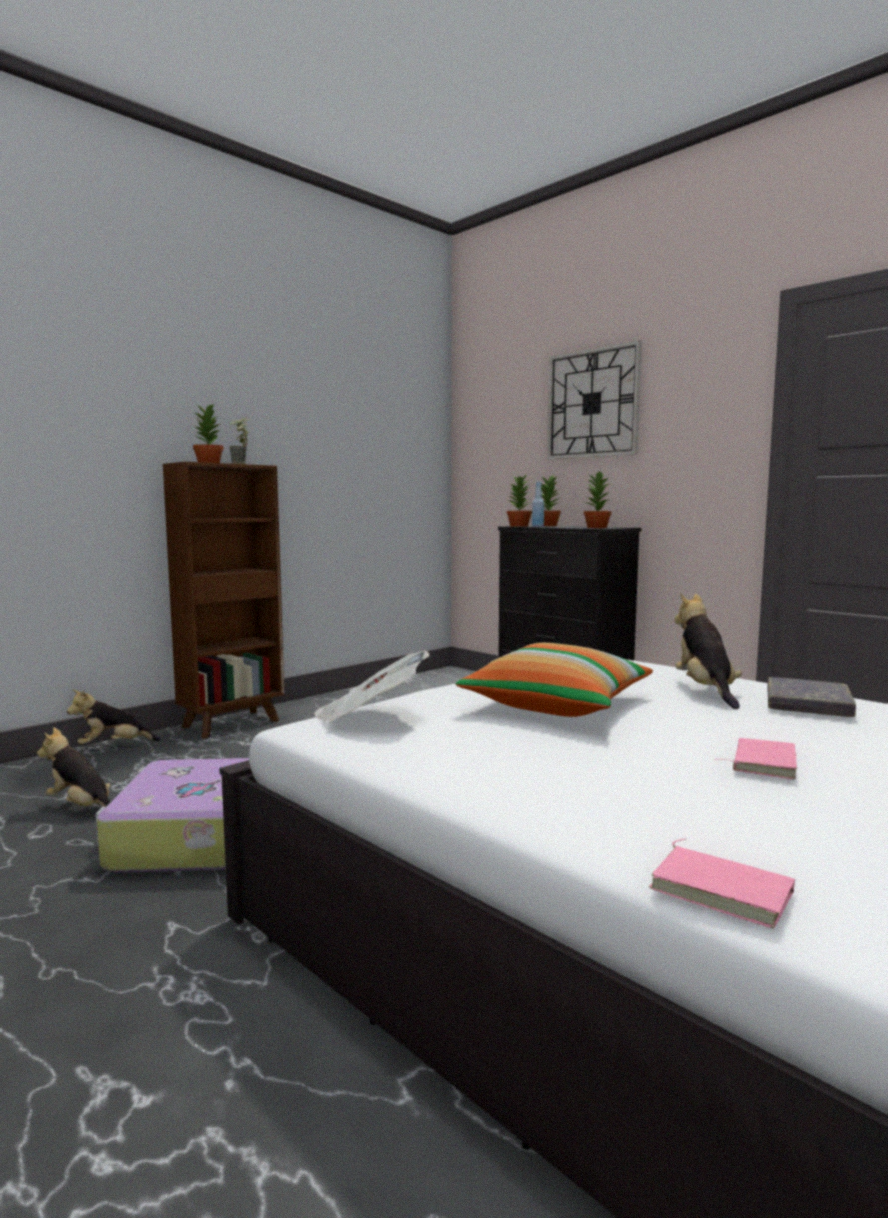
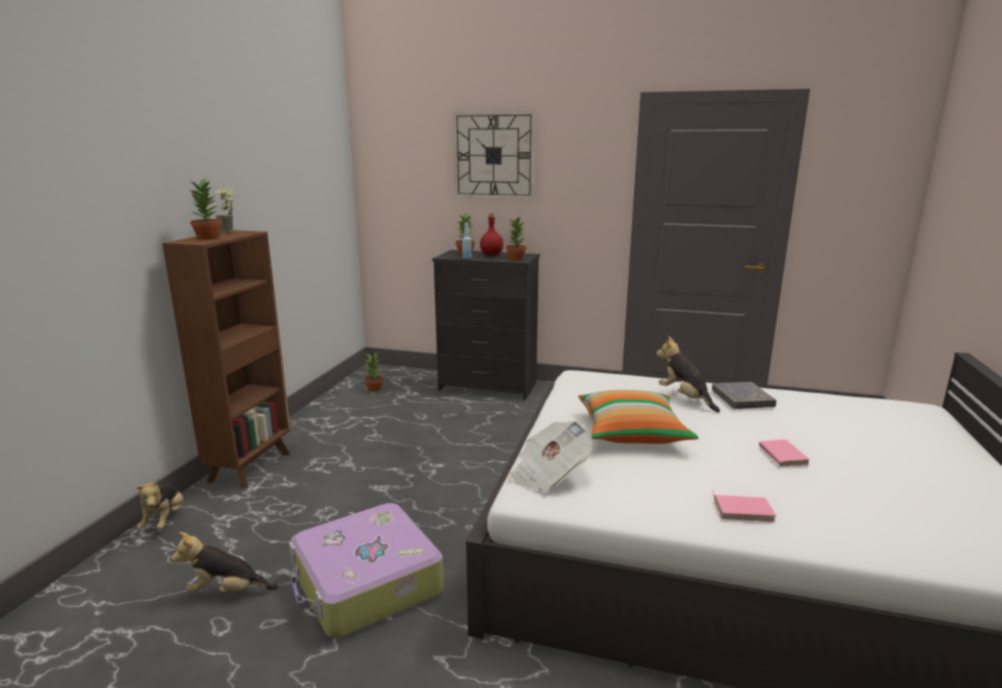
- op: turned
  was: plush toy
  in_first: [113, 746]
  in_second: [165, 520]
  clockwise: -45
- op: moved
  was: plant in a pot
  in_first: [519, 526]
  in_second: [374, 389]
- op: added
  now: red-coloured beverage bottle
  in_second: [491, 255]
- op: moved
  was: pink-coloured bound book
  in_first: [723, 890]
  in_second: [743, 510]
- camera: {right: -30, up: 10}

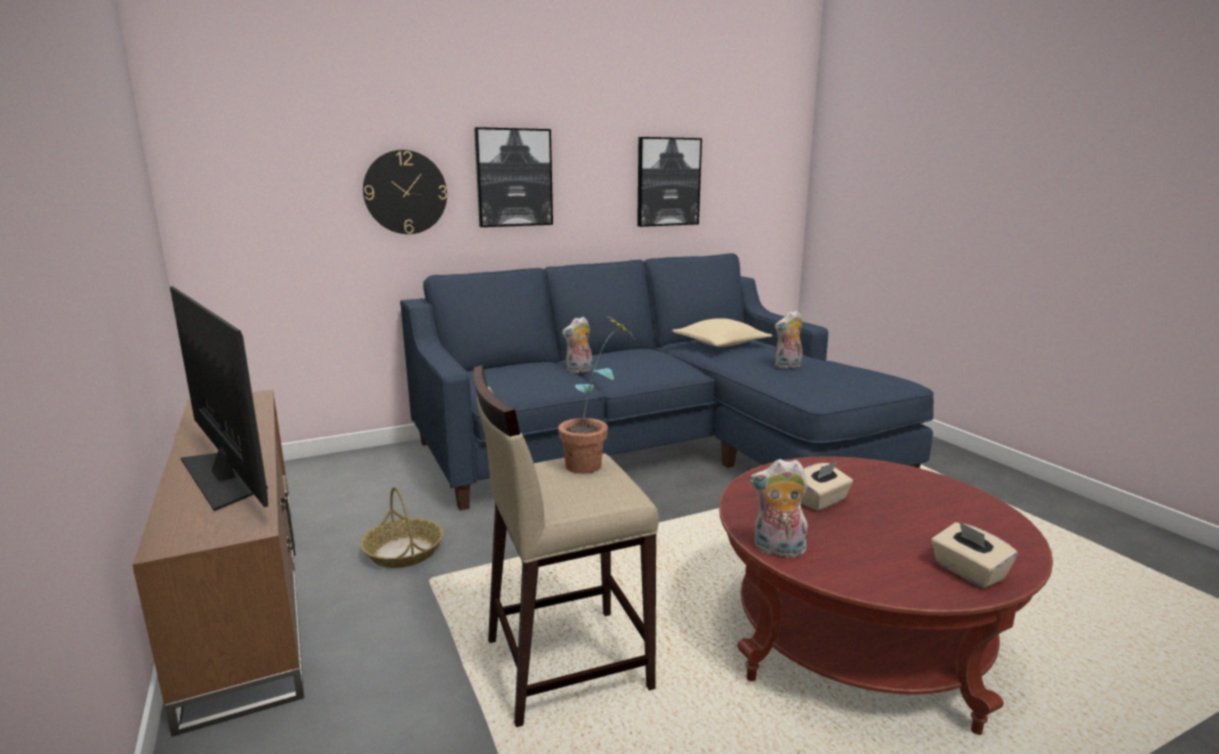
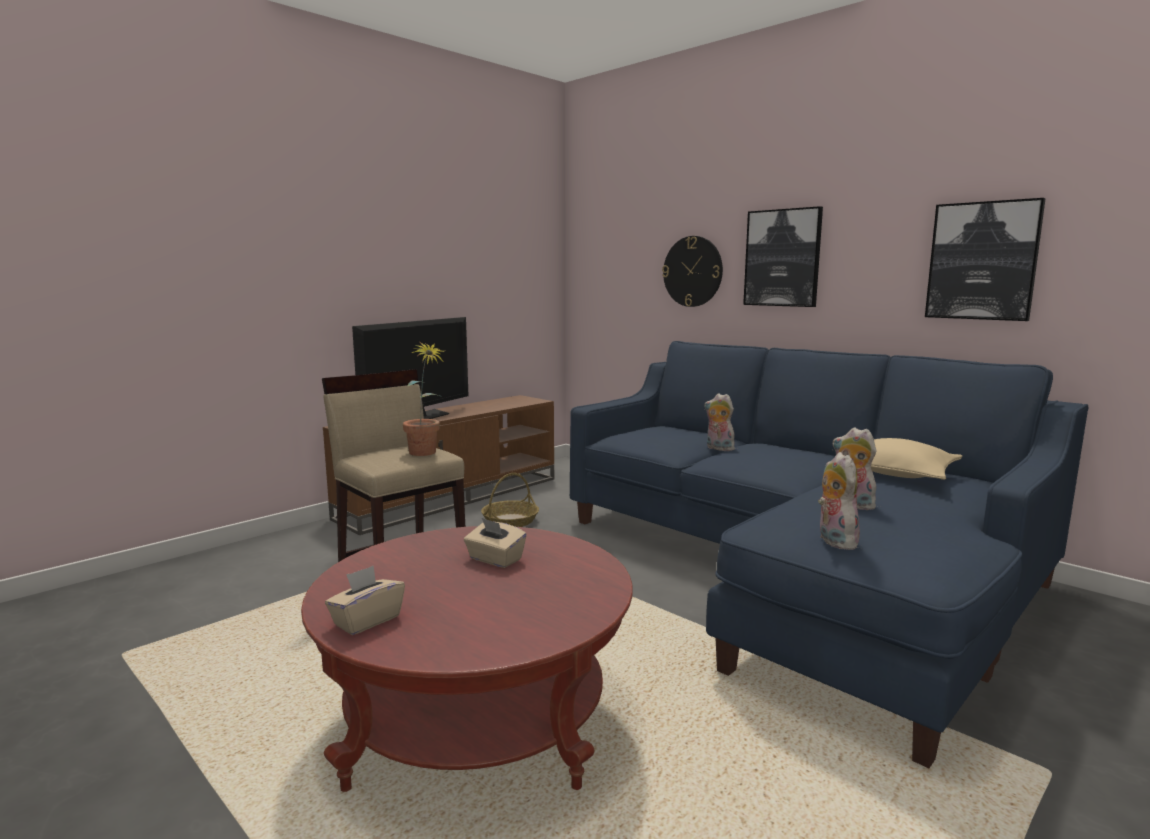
- op: moved
  was: plush toy
  in_first: [777, 550]
  in_second: [833, 541]
- camera: {right: 70, up: -5}

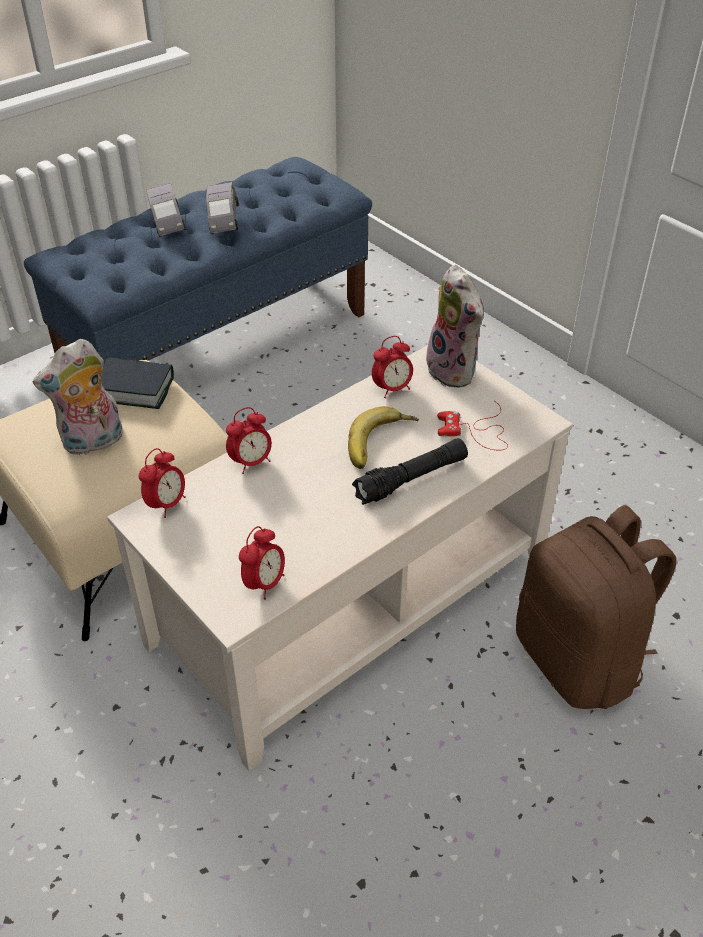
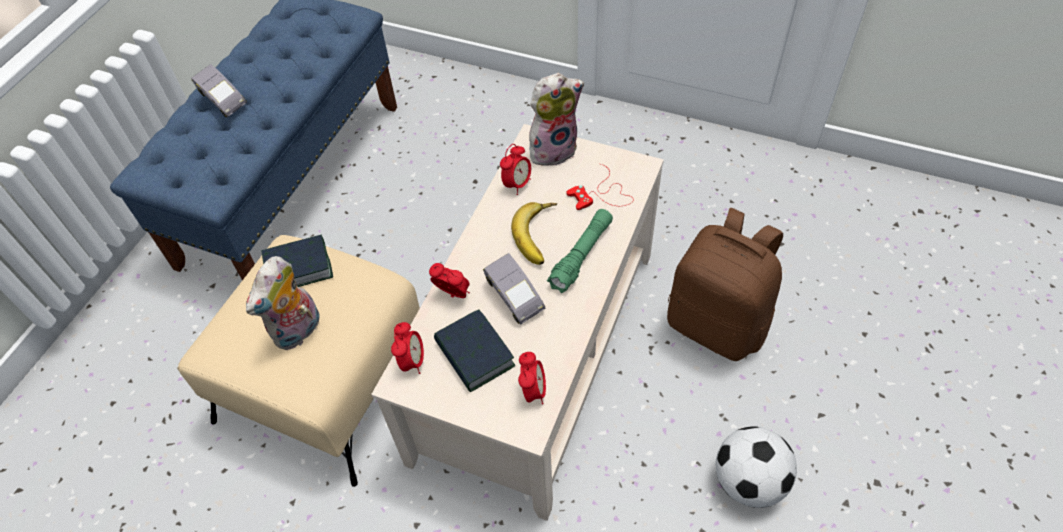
- op: turned
  was: alarm clock
  in_first: [251, 462]
  in_second: [453, 295]
  clockwise: -90
- op: added
  now: bound book
  in_second: [474, 355]
- op: moved
  was: gray toy car
  in_first: [223, 221]
  in_second: [513, 297]
- op: turned
  was: plush toy
  in_first: [455, 371]
  in_second: [553, 149]
  clockwise: -60
- op: recoloured
  was: black-coloured flashlight
  now: green-coloured flashlight
  in_first: [411, 479]
  in_second: [581, 255]
- op: added
  now: football ball
  in_second: [749, 481]
- camera: {right: -25, up: 10}

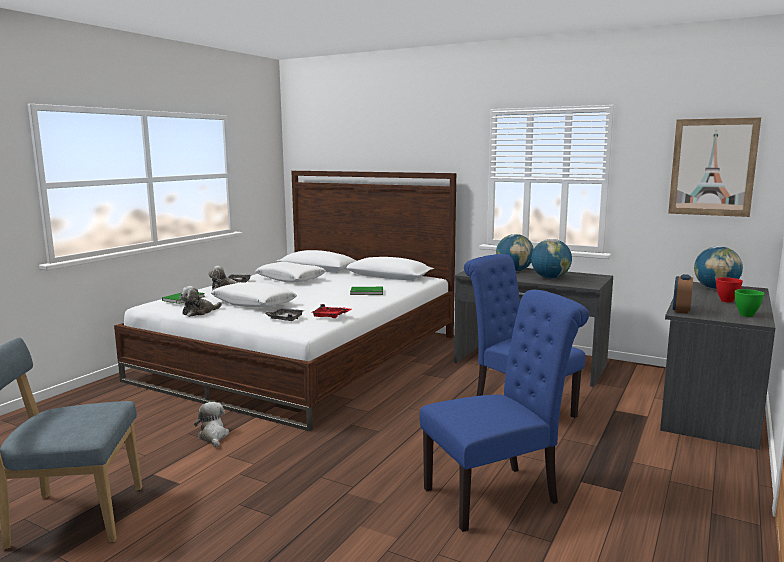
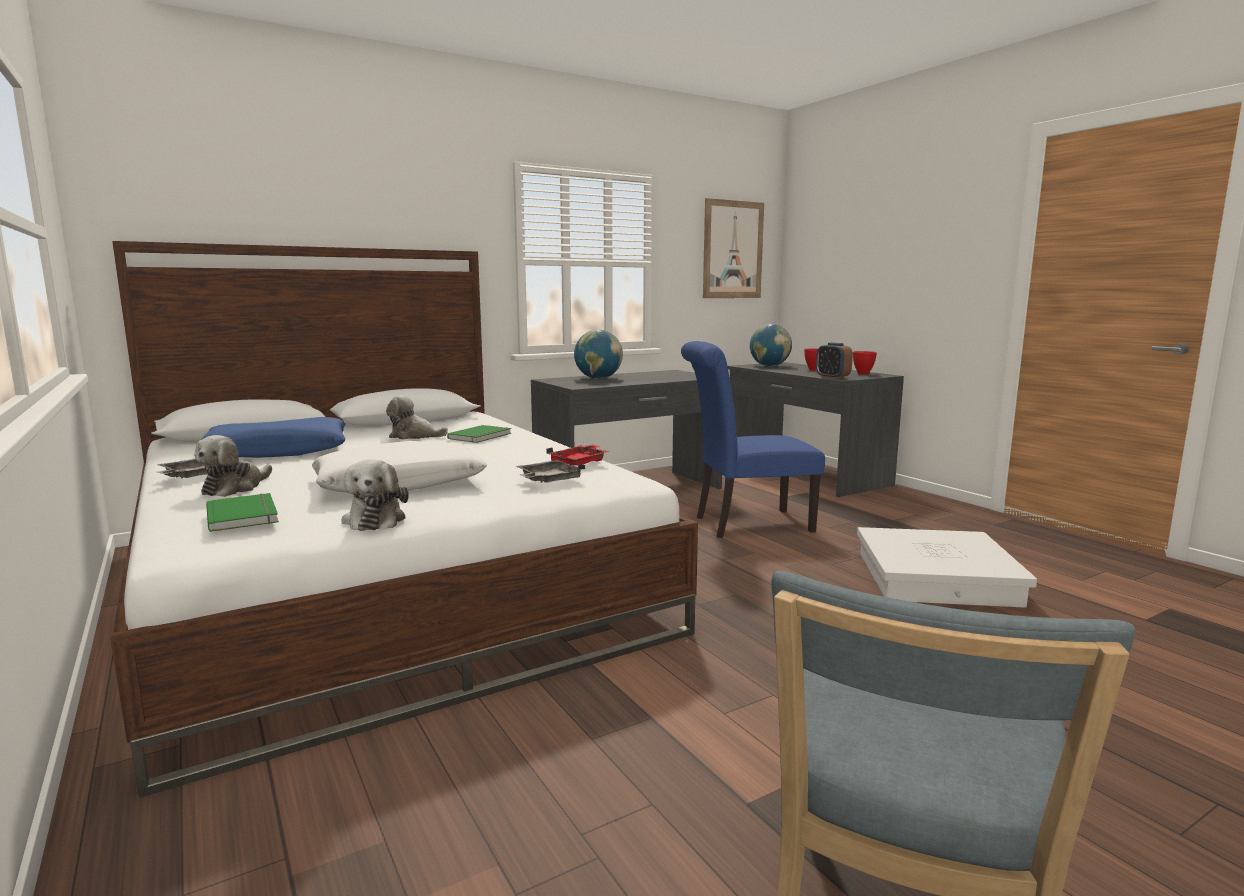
- op: recoloured
  was: white pillow
  now: blue pillow
  in_first: [290, 279]
  in_second: [277, 452]
- op: moved
  was: plush toy
  in_first: [213, 436]
  in_second: [414, 436]
- op: recoloured
  was: green-coloured deep dish
  now: red-coloured deep dish
  in_first: [745, 315]
  in_second: [862, 373]
- op: replaced
  was: blue upright chair
  now: white storage container
  in_first: [498, 494]
  in_second: [936, 578]
- op: removed
  was: globe
  in_first: [550, 278]
- camera: {right: -60, up: 0}

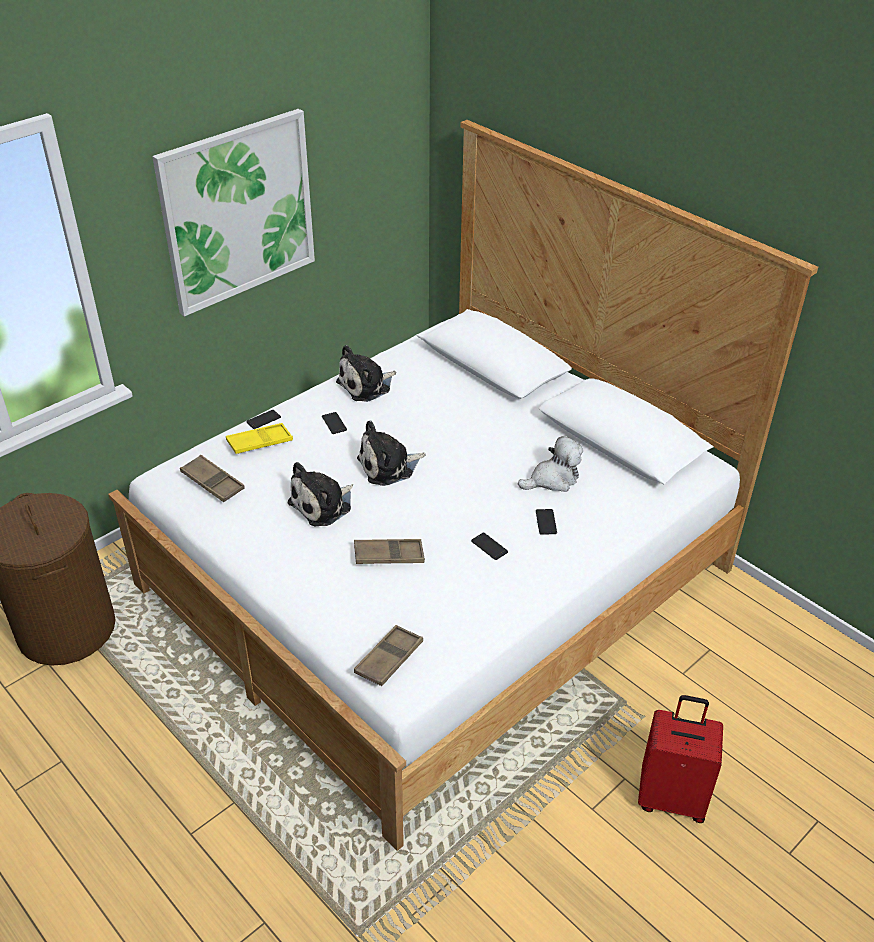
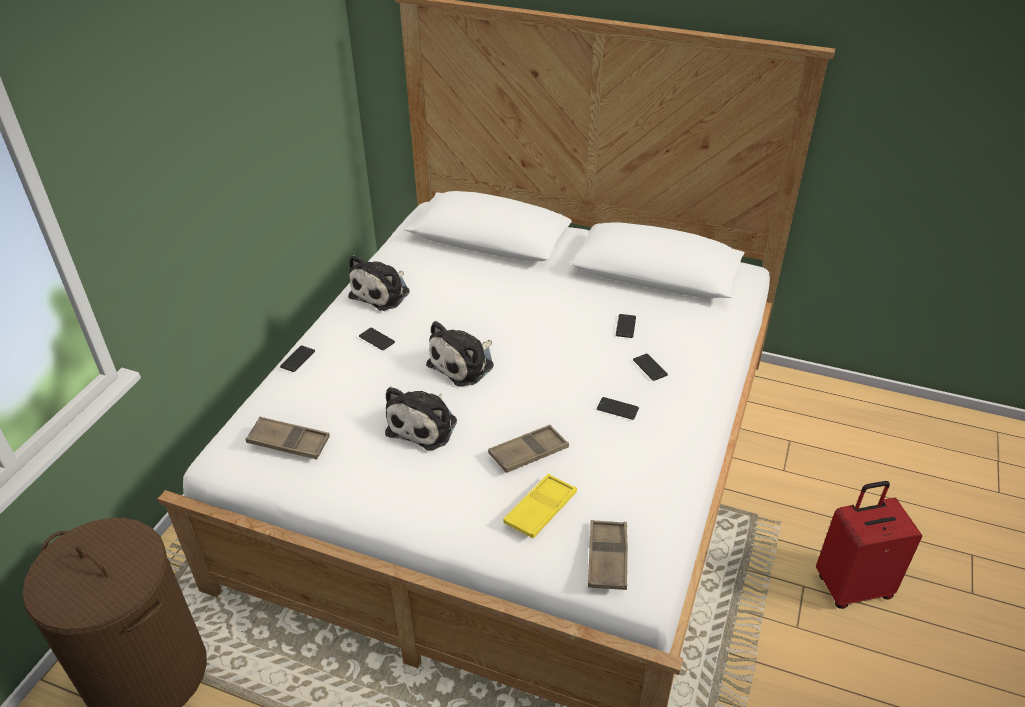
- op: moved
  was: yellow-coloured tray
  in_first: [260, 442]
  in_second: [540, 510]
- op: replaced
  was: plush toy
  now: handset
  in_first: [552, 479]
  in_second: [625, 326]
- op: removed
  was: wall picture
  in_first: [238, 211]
- camera: {right: -25, up: 0}

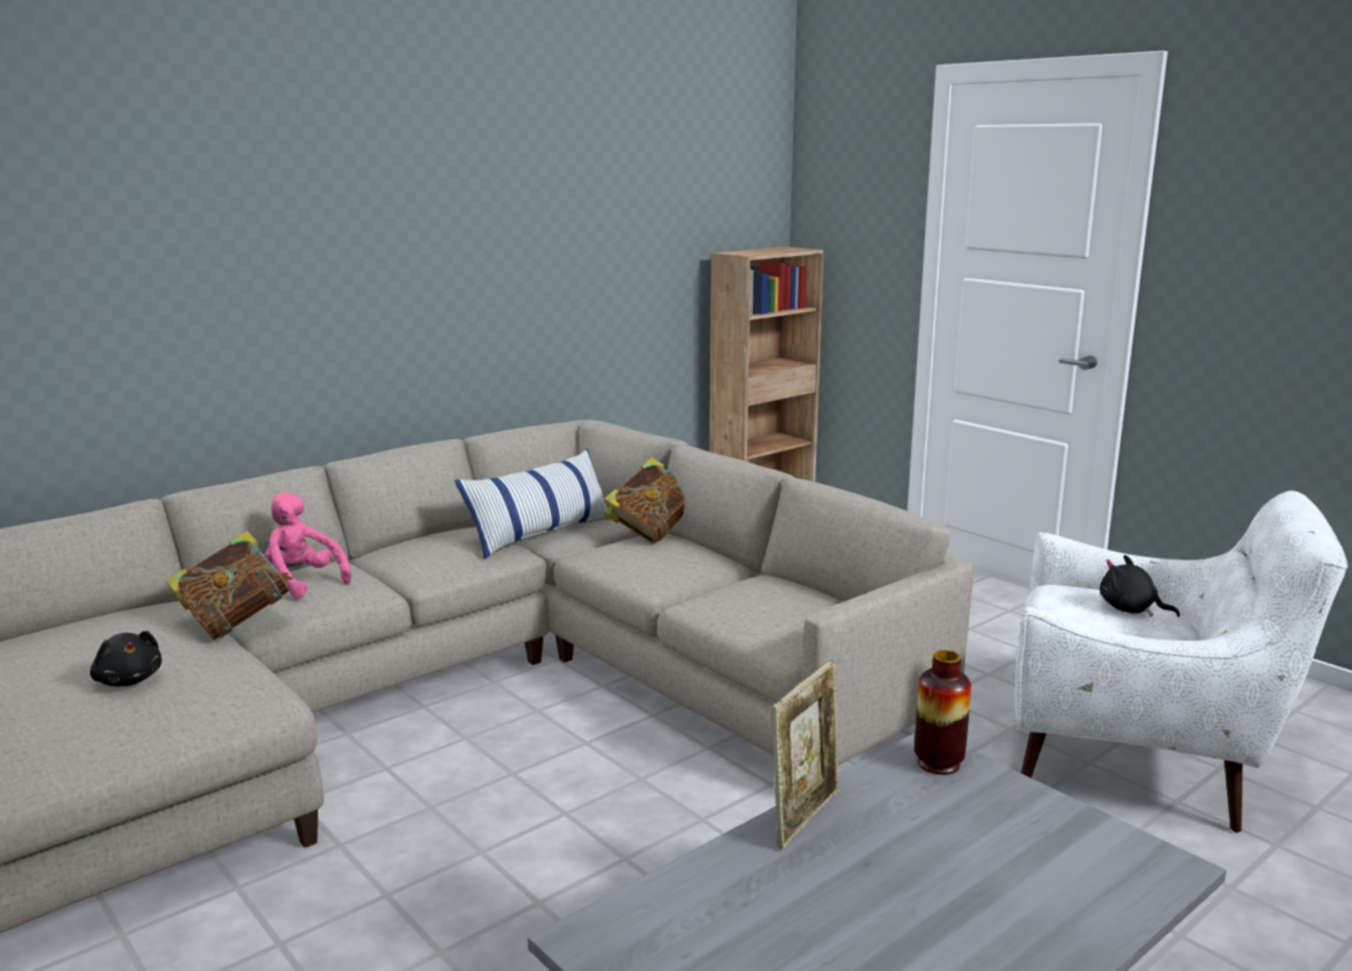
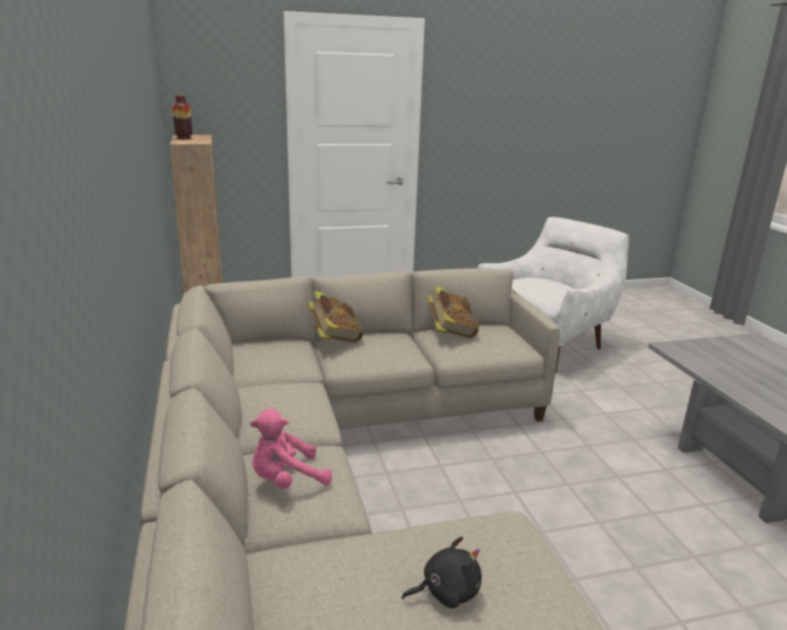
- op: moved
  was: vase
  in_first: [938, 763]
  in_second: [184, 138]
- op: moved
  was: bound book
  in_first: [236, 622]
  in_second: [451, 332]
- op: removed
  was: pillow
  in_first: [540, 534]
- op: removed
  was: standing frame
  in_first: [804, 816]
- op: removed
  was: black-coloured plush toy
  in_first: [1130, 610]
- camera: {right: -65, up: 5}

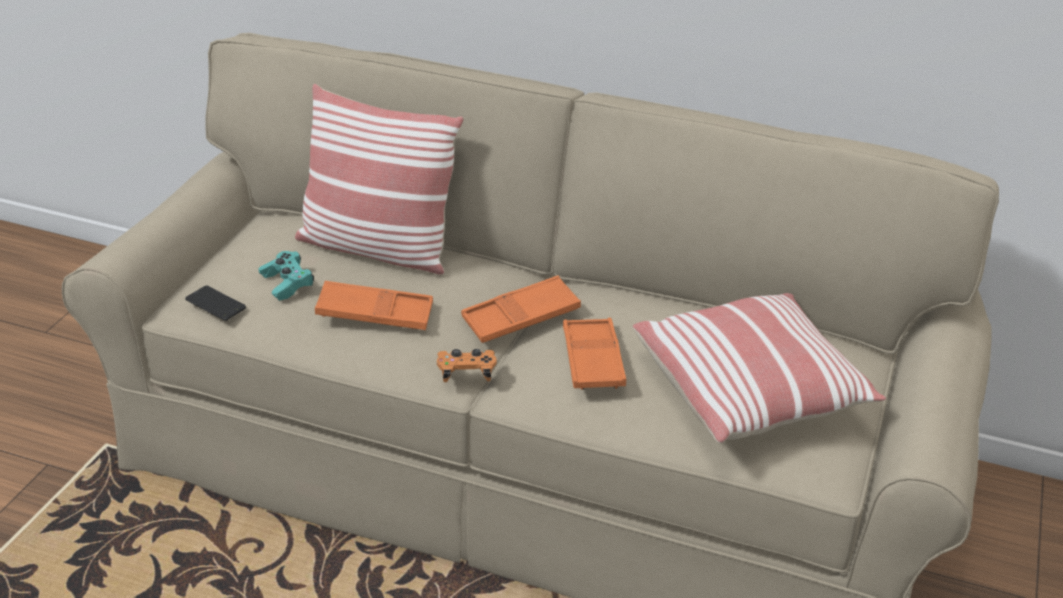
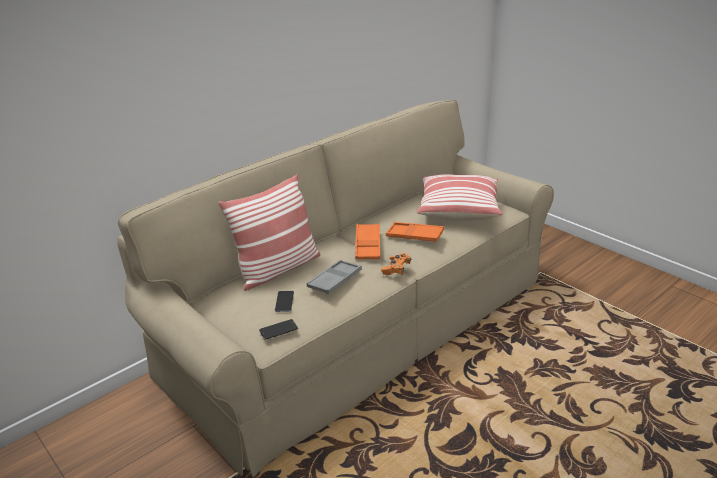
- op: replaced
  was: turquoise game controller
  now: handset
  in_first: [287, 284]
  in_second: [284, 301]
- op: recoloured
  was: orangey tray
  now: gray tray
  in_first: [375, 313]
  in_second: [335, 280]
- camera: {right: -60, up: -5}

